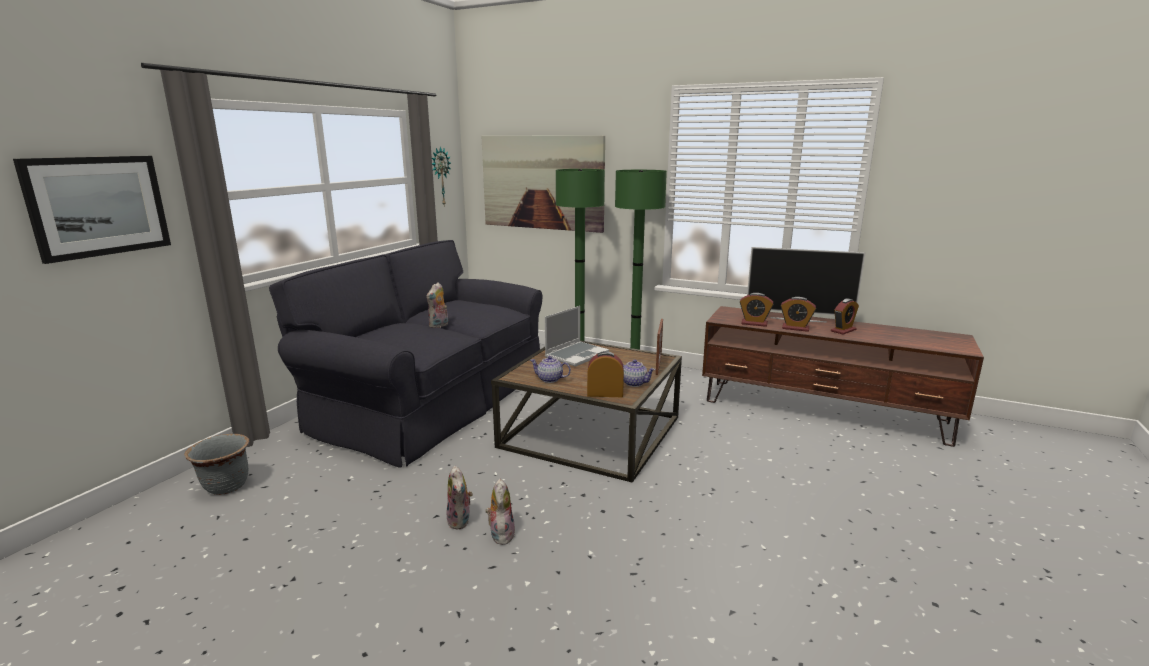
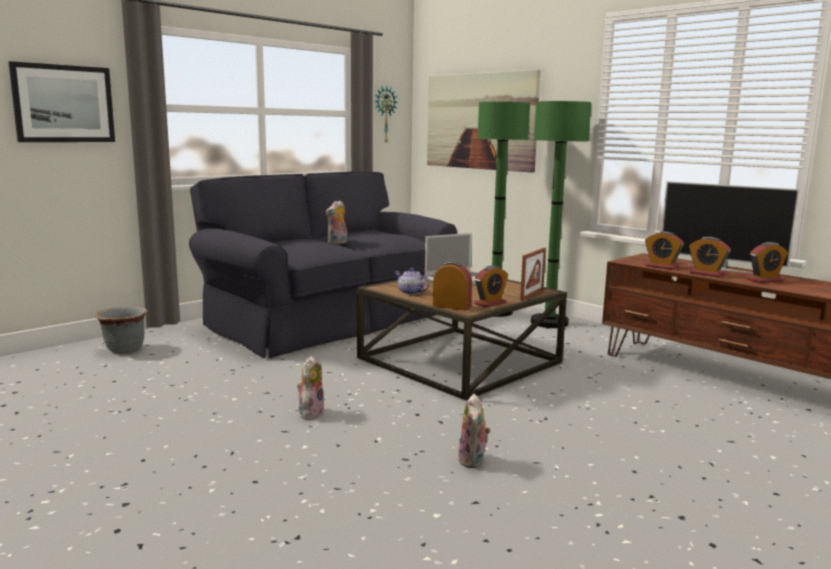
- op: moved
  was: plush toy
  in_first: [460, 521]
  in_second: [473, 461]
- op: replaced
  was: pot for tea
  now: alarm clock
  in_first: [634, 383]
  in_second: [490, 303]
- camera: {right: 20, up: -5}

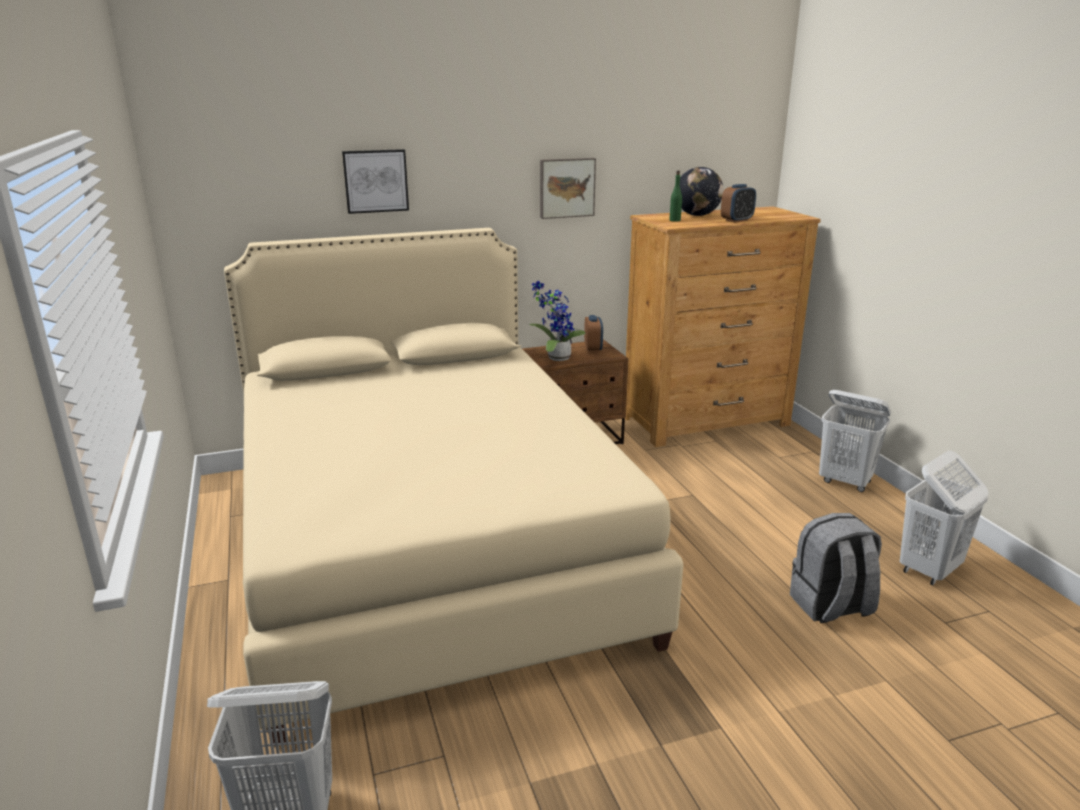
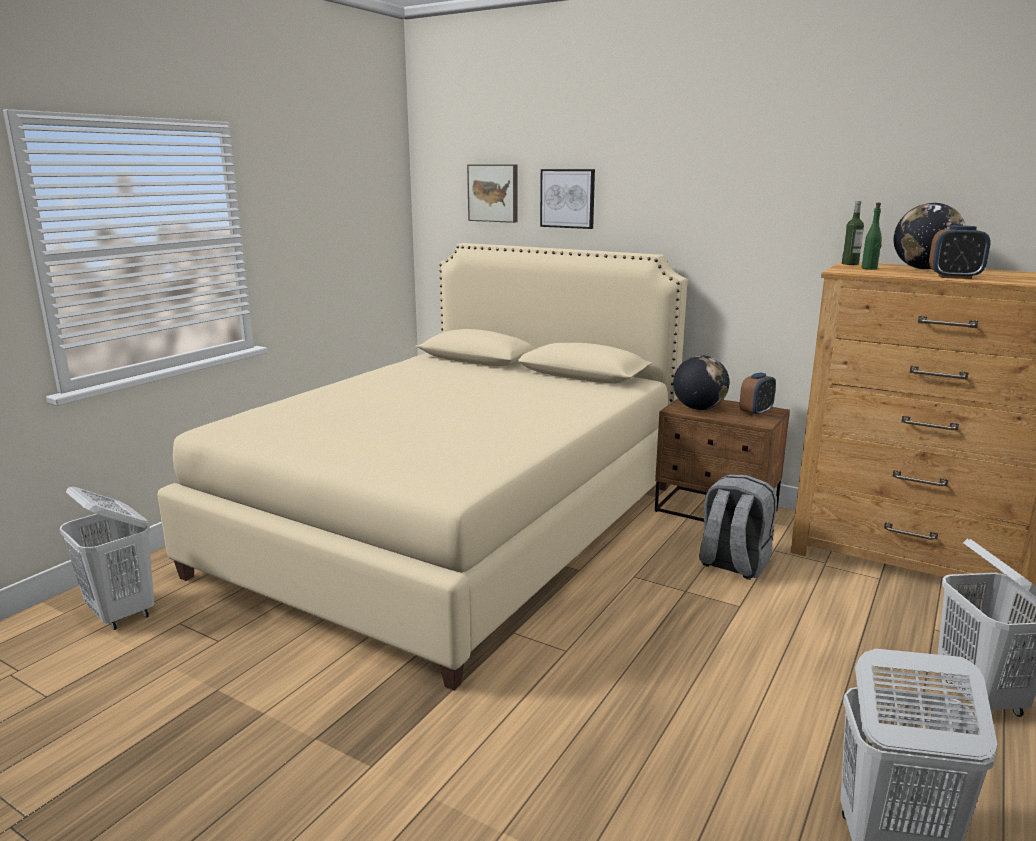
- op: moved
  was: wall picture
  in_first: [566, 187]
  in_second: [494, 193]
- op: replaced
  was: plant in a pot
  now: globe
  in_first: [556, 357]
  in_second: [699, 408]
- op: moved
  was: gray rucksack
  in_first: [830, 606]
  in_second: [732, 564]
- op: added
  now: beverage bottle
  in_second: [850, 264]
- camera: {right: 50, up: -5}

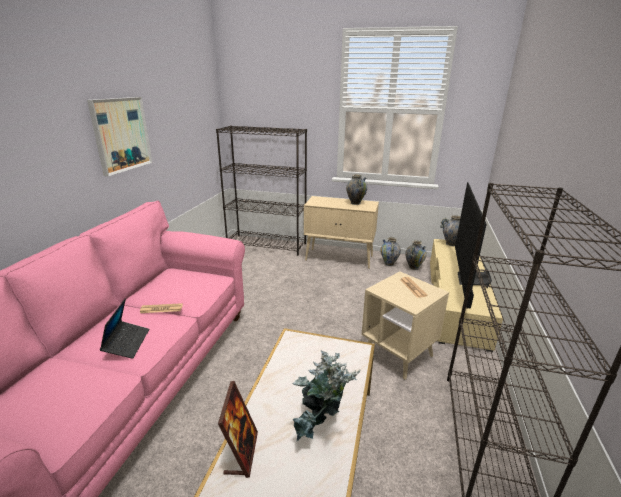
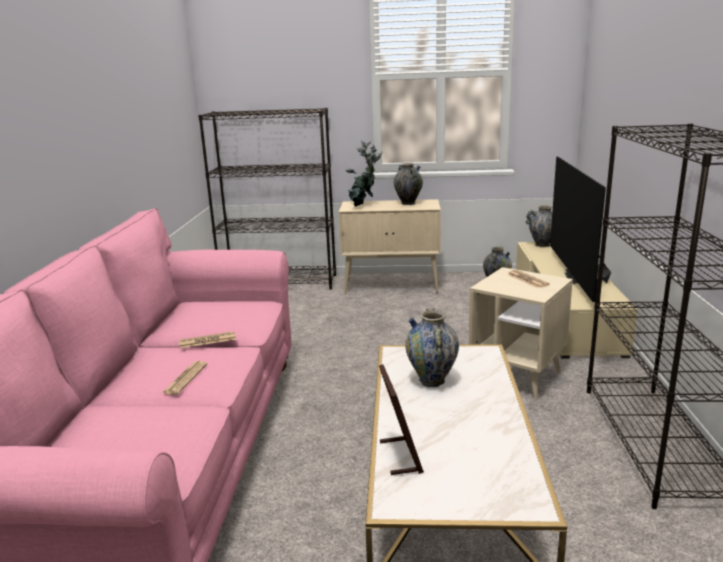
- op: replaced
  was: portable computer
  now: newspaper
  in_first: [127, 343]
  in_second: [185, 378]
- op: moved
  was: plant in a pot
  in_first: [321, 426]
  in_second: [363, 206]
- op: moved
  was: vase
  in_first: [389, 263]
  in_second: [432, 380]
- op: removed
  was: wall picture
  in_first: [121, 134]
- camera: {right: -10, up: -5}

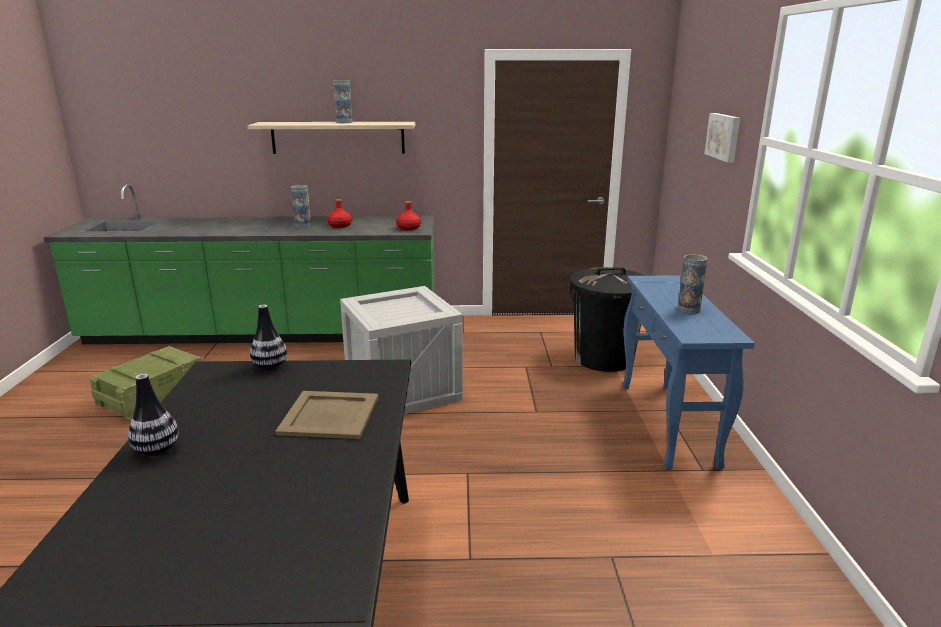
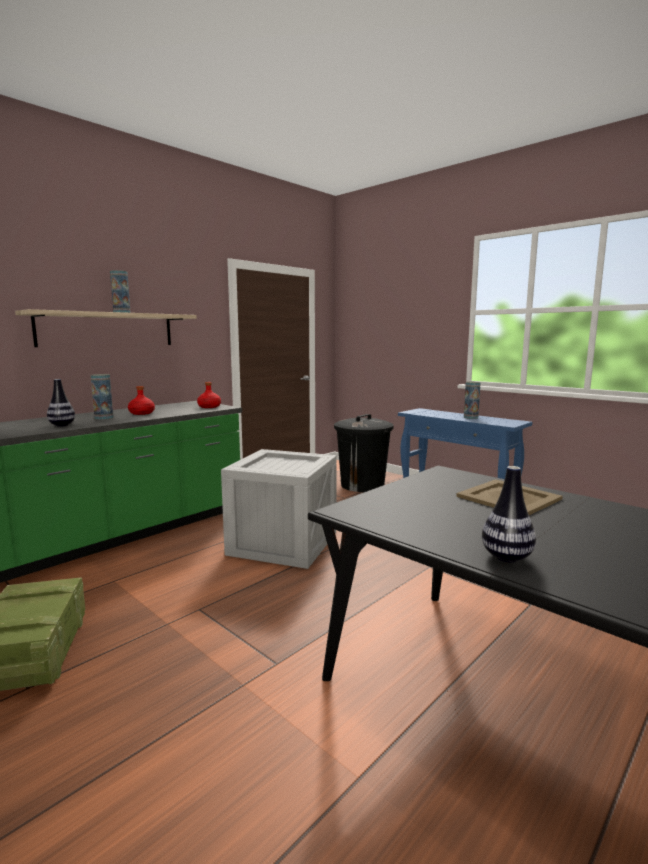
- op: moved
  was: vase
  in_first: [270, 367]
  in_second: [62, 425]
- op: removed
  was: wall picture
  in_first: [724, 136]
- camera: {right: -45, up: -10}

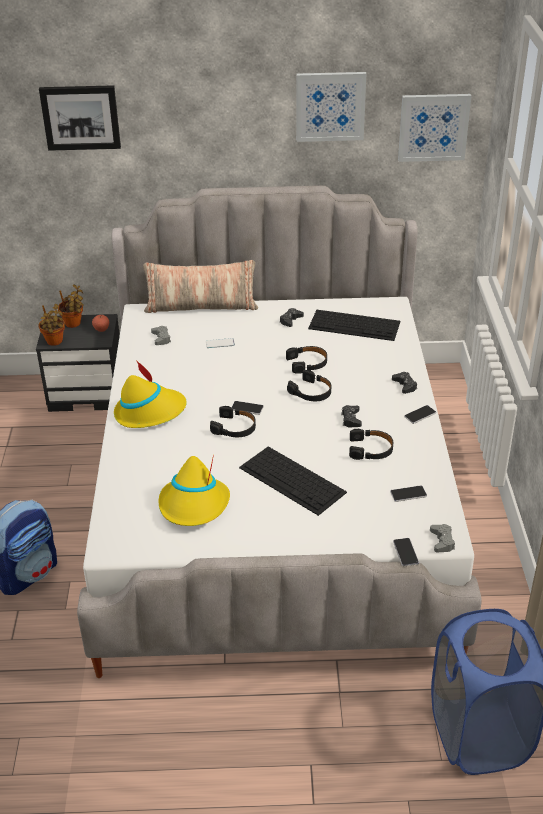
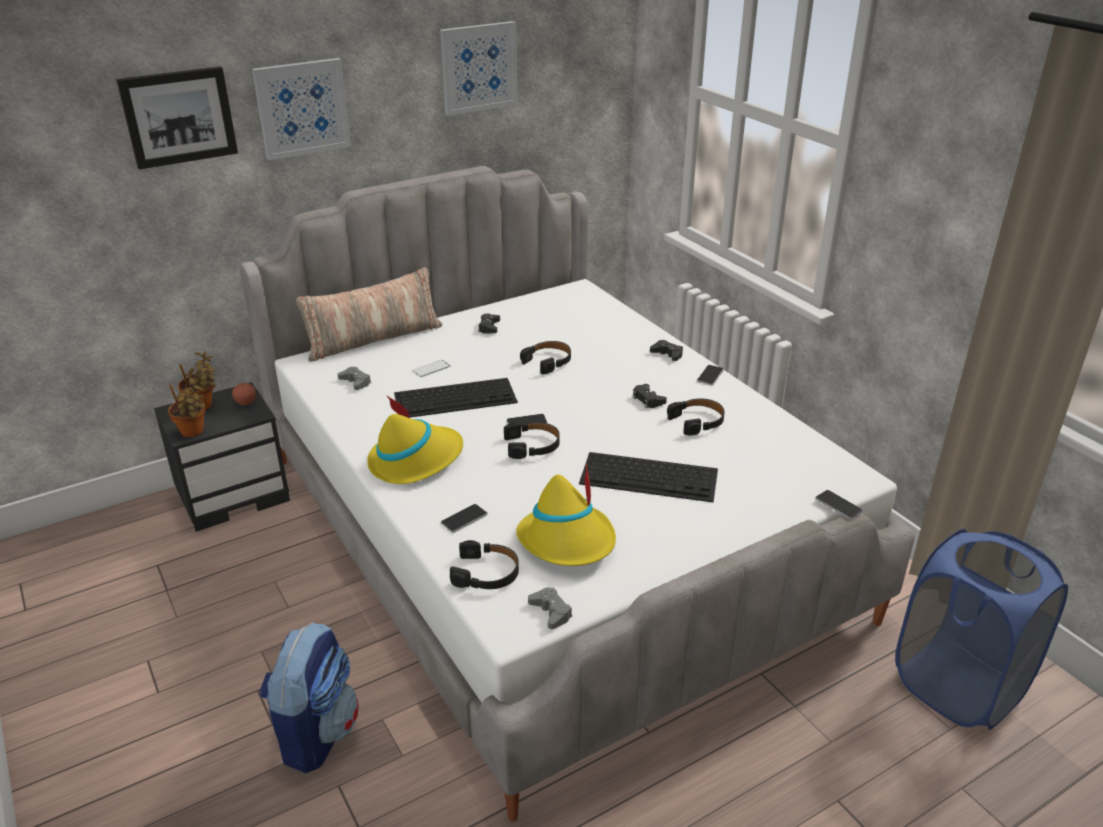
- op: moved
  was: wall picture
  in_first: [433, 127]
  in_second: [302, 108]
- op: moved
  was: computer keyboard
  in_first: [355, 325]
  in_second: [456, 397]
- op: moved
  was: handset
  in_first: [408, 494]
  in_second: [464, 519]
- op: moved
  was: black-coloured headphones
  in_first: [311, 392]
  in_second: [486, 573]
- op: moved
  was: gray game controller
  in_first: [442, 541]
  in_second: [551, 612]
- camera: {right: -30, up: -5}

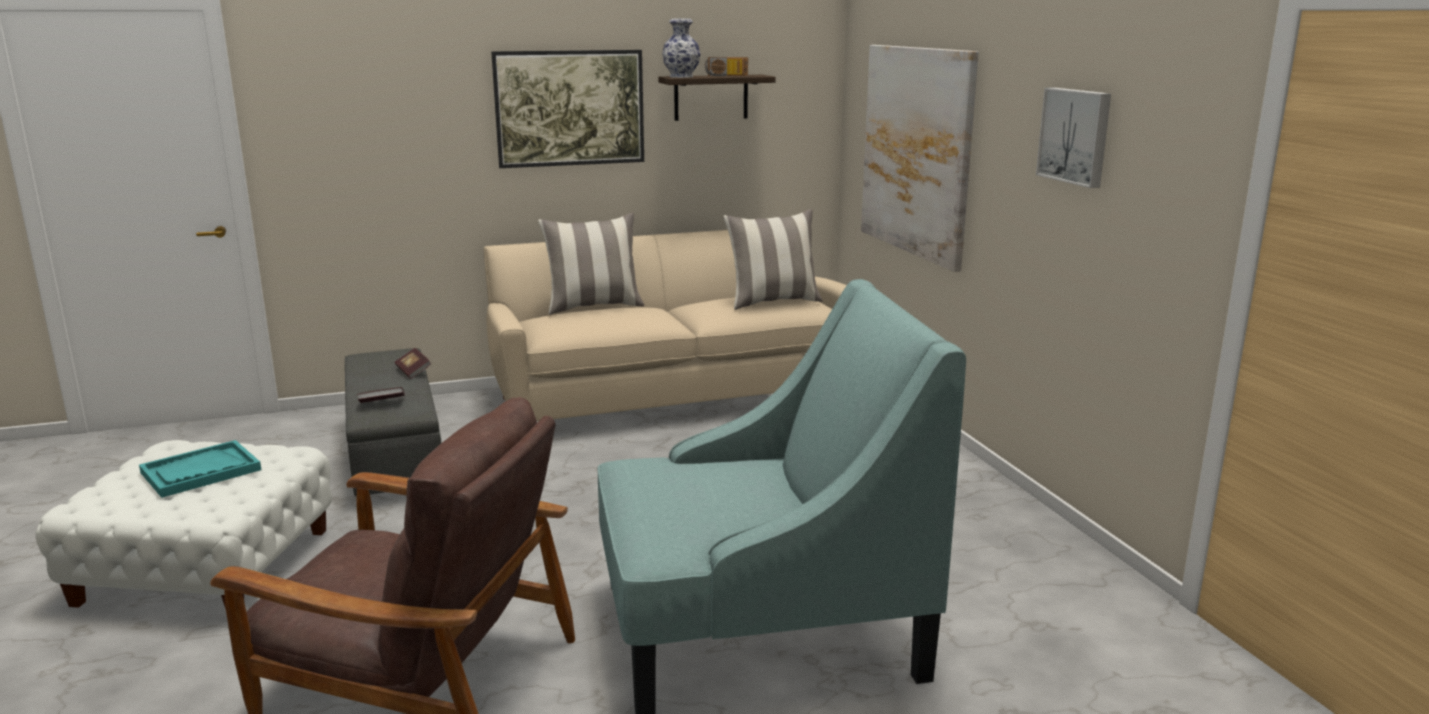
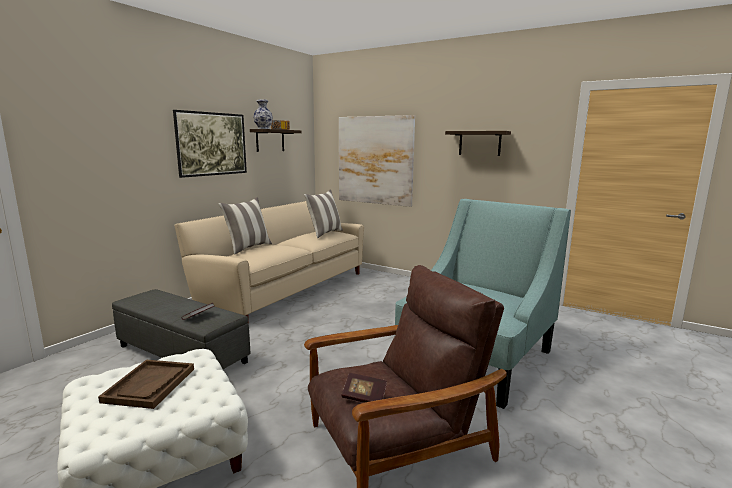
- op: recoloured
  was: turquoise tray
  now: brownish tray
  in_first: [200, 471]
  in_second: [150, 385]
- op: moved
  was: bound book
  in_first: [413, 371]
  in_second: [364, 397]
- op: replaced
  was: wall picture
  now: shelf
  in_first: [1076, 136]
  in_second: [479, 143]
- camera: {right: -40, up: -5}

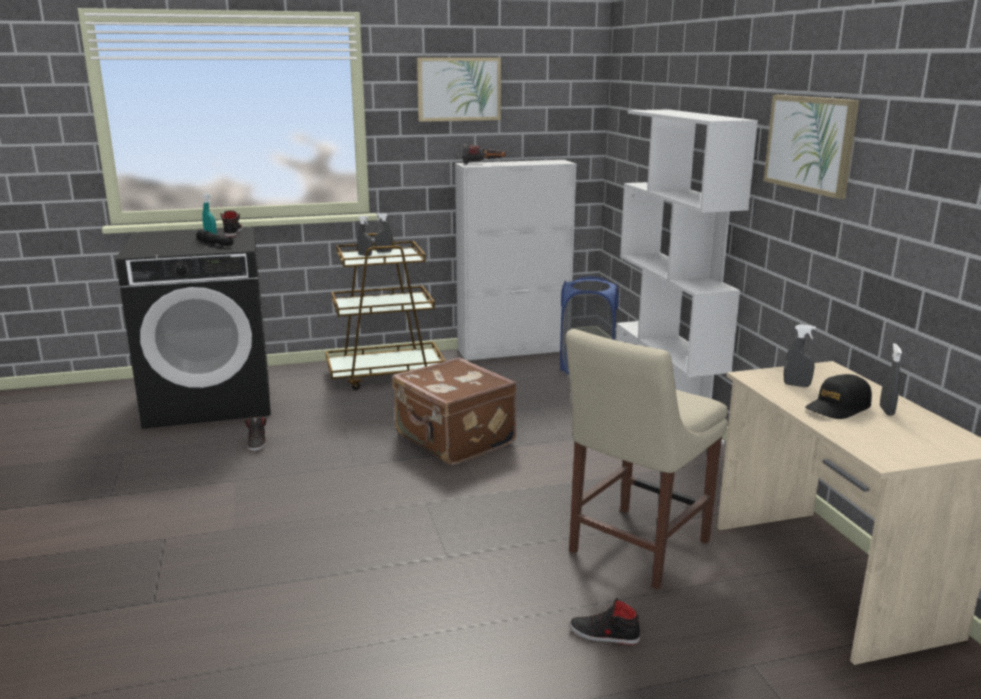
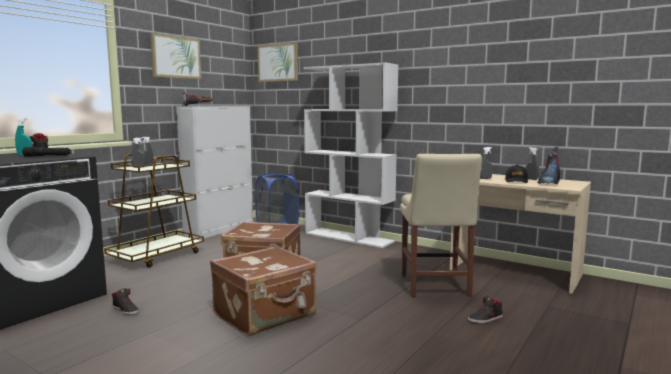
- op: added
  now: brownish suitcase
  in_second: [266, 315]
- op: moved
  was: wall picture
  in_first: [810, 144]
  in_second: [278, 62]
- op: added
  now: high-top boot
  in_second: [549, 182]
- camera: {right: -40, up: -10}

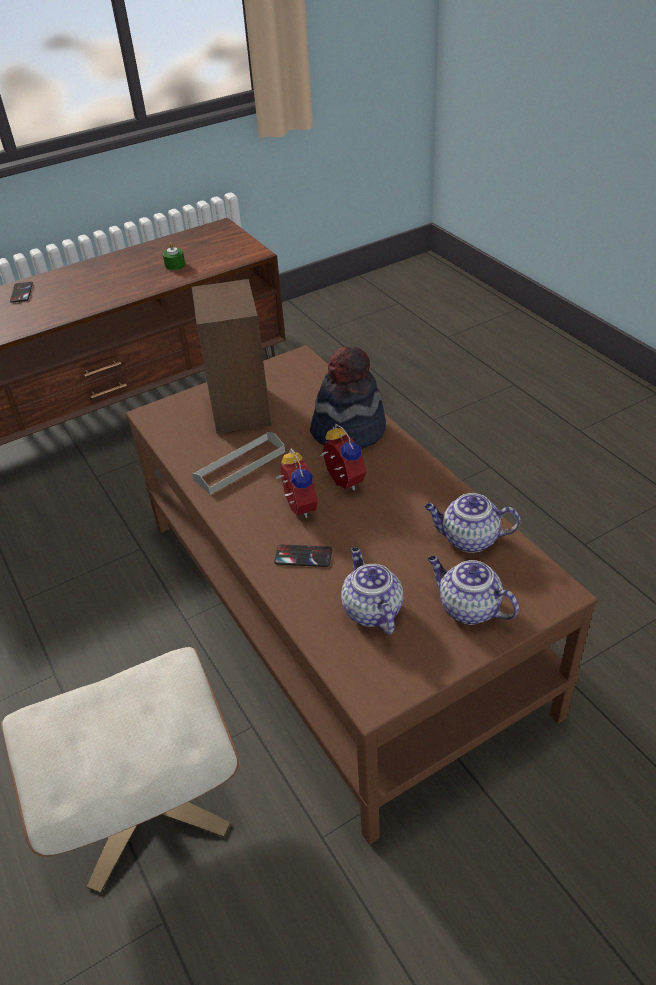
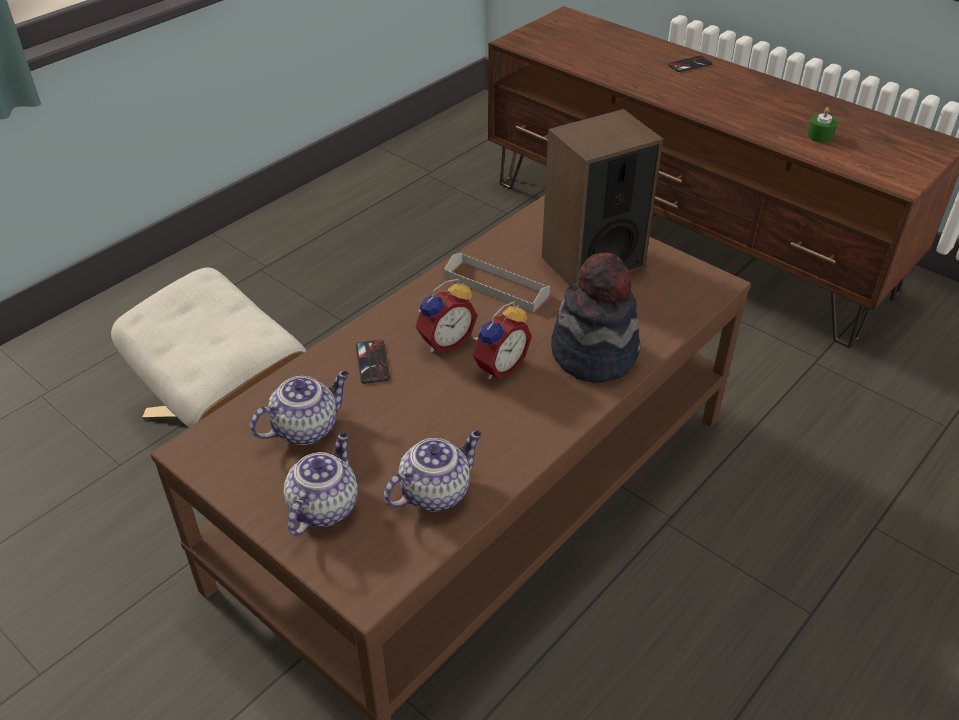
- op: turned
  was: pot for tea
  in_first: [468, 539]
  in_second: [436, 491]
  clockwise: 60
- camera: {right: 70, up: 0}

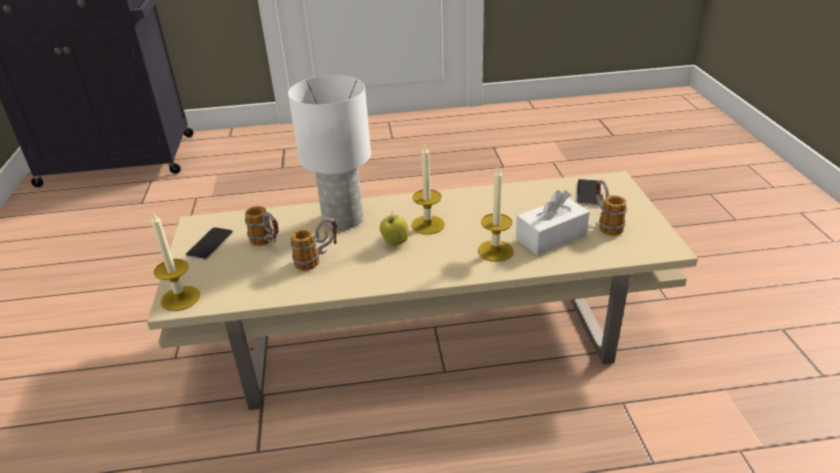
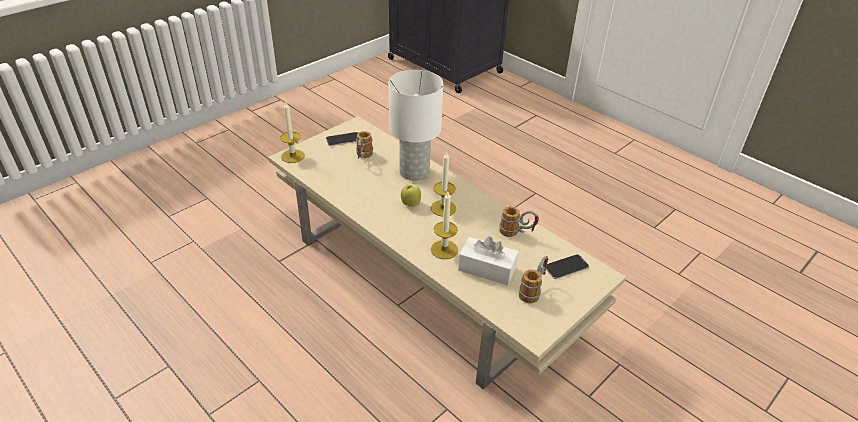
- op: moved
  was: mug
  in_first: [318, 259]
  in_second: [517, 233]
- camera: {right: 50, up: 5}

